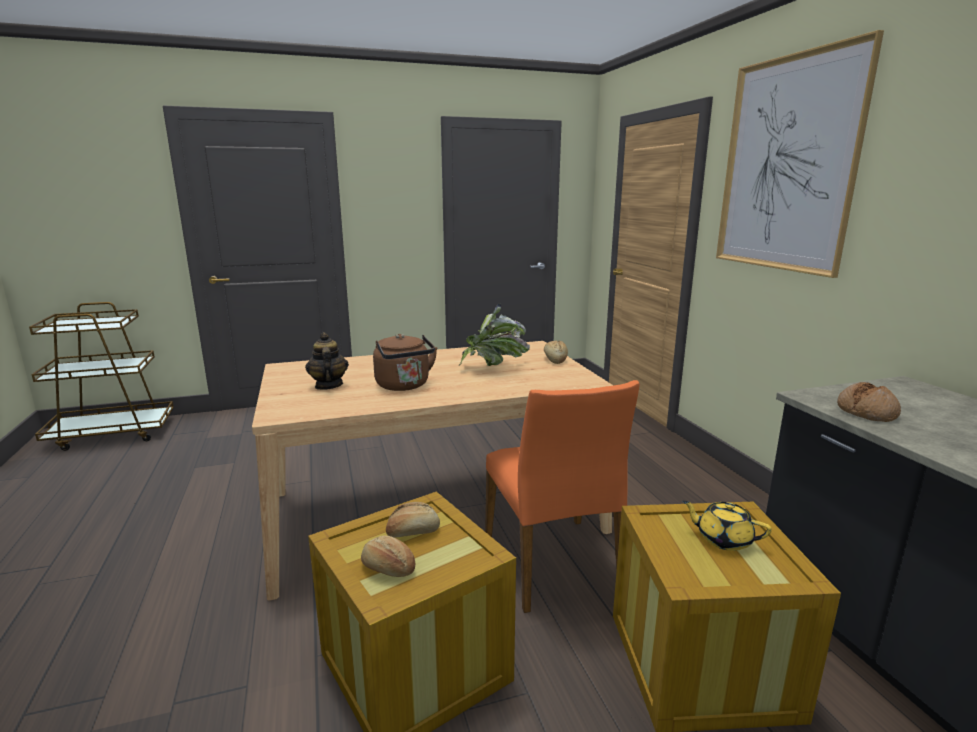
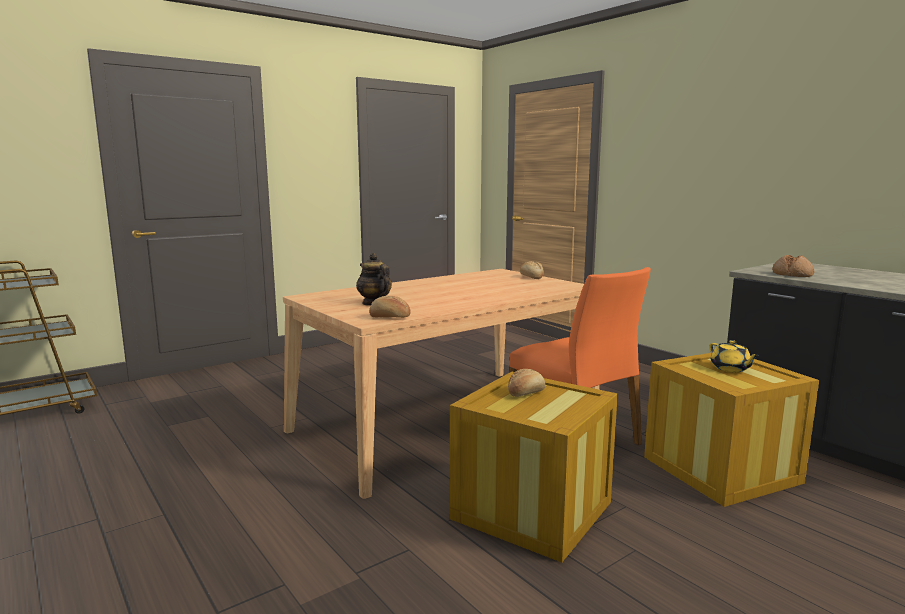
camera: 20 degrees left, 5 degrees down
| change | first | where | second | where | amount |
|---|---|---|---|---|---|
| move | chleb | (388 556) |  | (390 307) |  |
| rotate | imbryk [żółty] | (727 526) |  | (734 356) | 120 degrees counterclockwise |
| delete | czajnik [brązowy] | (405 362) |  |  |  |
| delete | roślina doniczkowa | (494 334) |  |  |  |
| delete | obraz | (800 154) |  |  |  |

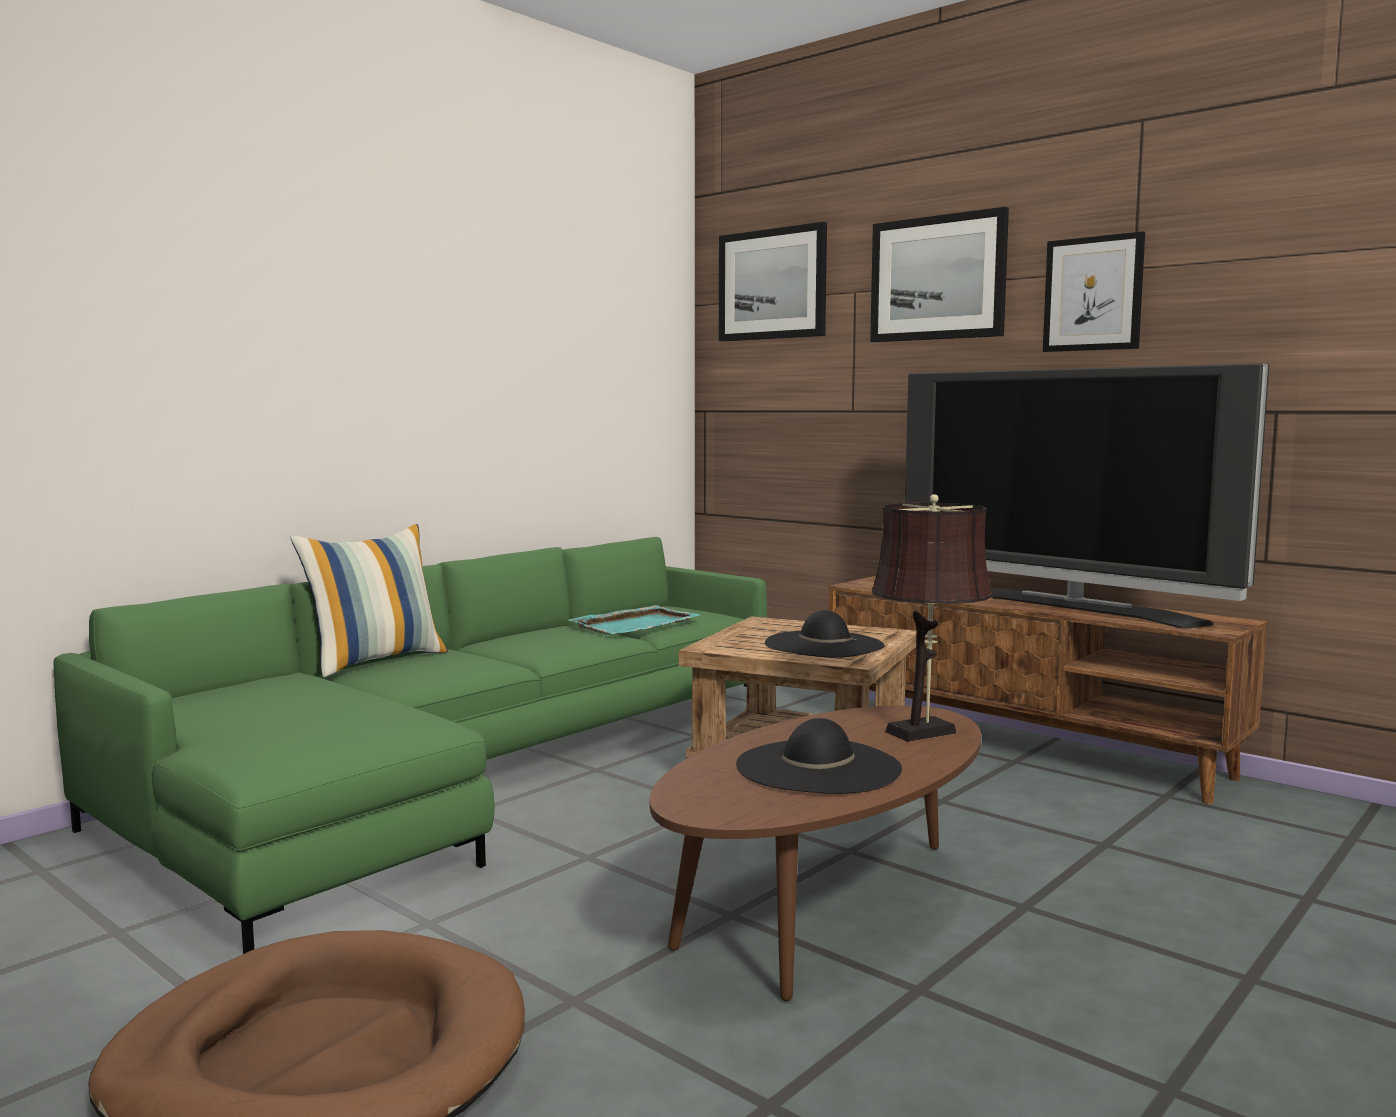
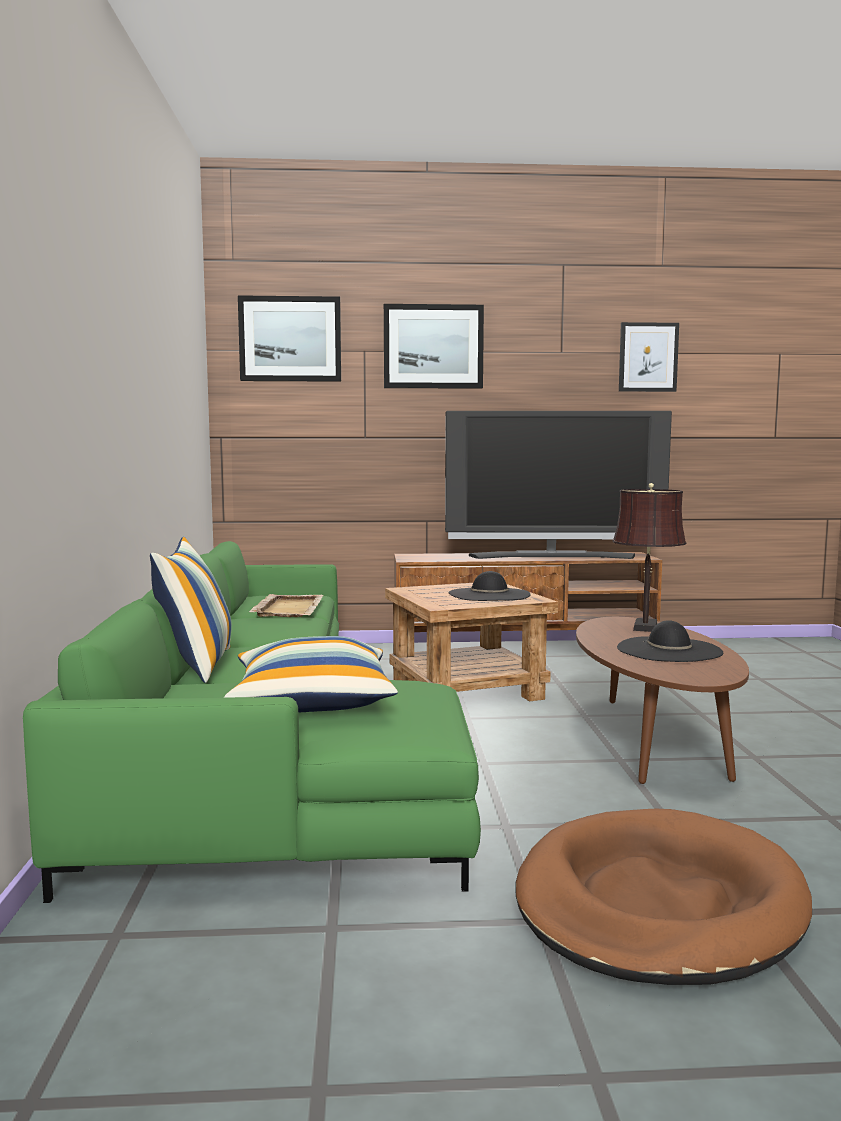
camera: 45 degrees left, 0 degrees up
| change | first | where | second | where | amount |
|---|---|---|---|---|---|
| insert |  |  | poduszka | (311 674) |  |
| recolor | taca [turkusowy] | (634 620) | taca [beżowy] | (286 605) |  |
| move | obraz | (1094 291) |  | (649 357) |  |

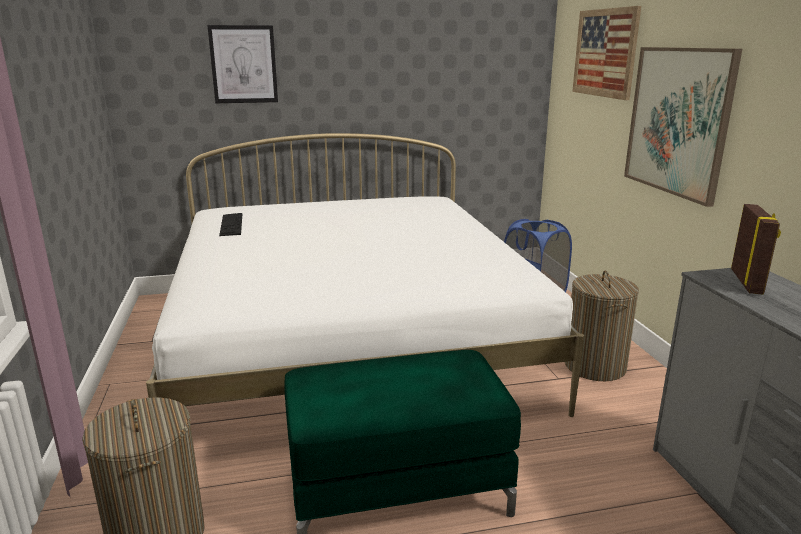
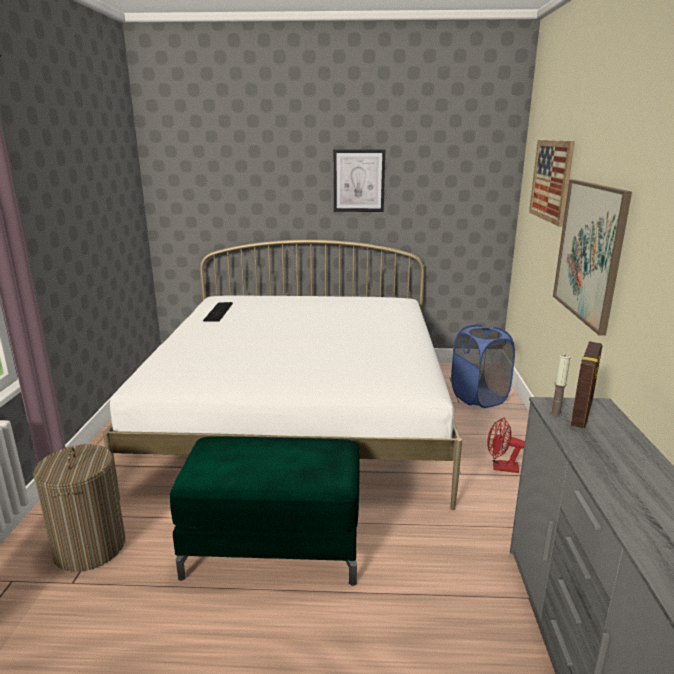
camera: 15 degrees right, 0 degrees up
| change | first | where | second | where | amount |
|---|---|---|---|---|---|
| move | obraz | (242 64) |  | (359 180) |  |
| replace | kosz na pranie | (602 326) | wentylator [czerwony] | (506 445) |  |
| insert |  |  | świeca | (560 385) |  |

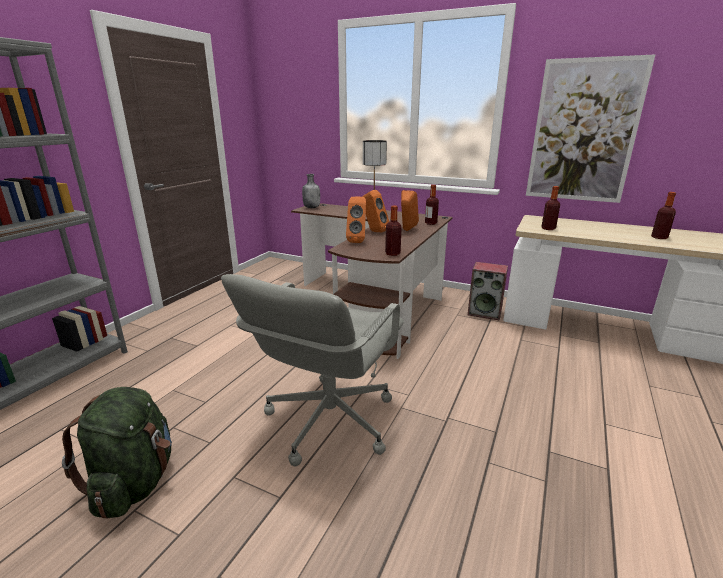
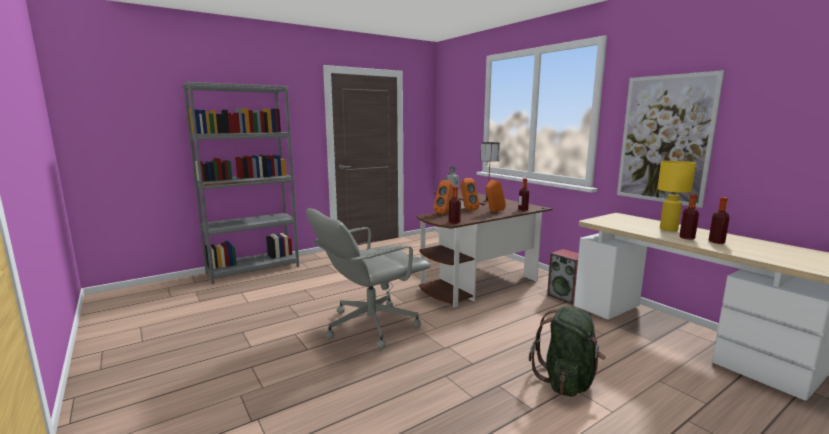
camera: 30 degrees right, 10 degrees down
| change | first | where | second | where | amount |
|---|---|---|---|---|---|
| move | plecak [zielony] | (117 453) |  | (567 352) |  |
| insert |  |  | lampa stołowa [żółty] | (676 196) |  |
| move | butelka | (550 208) |  | (689 217) |  |

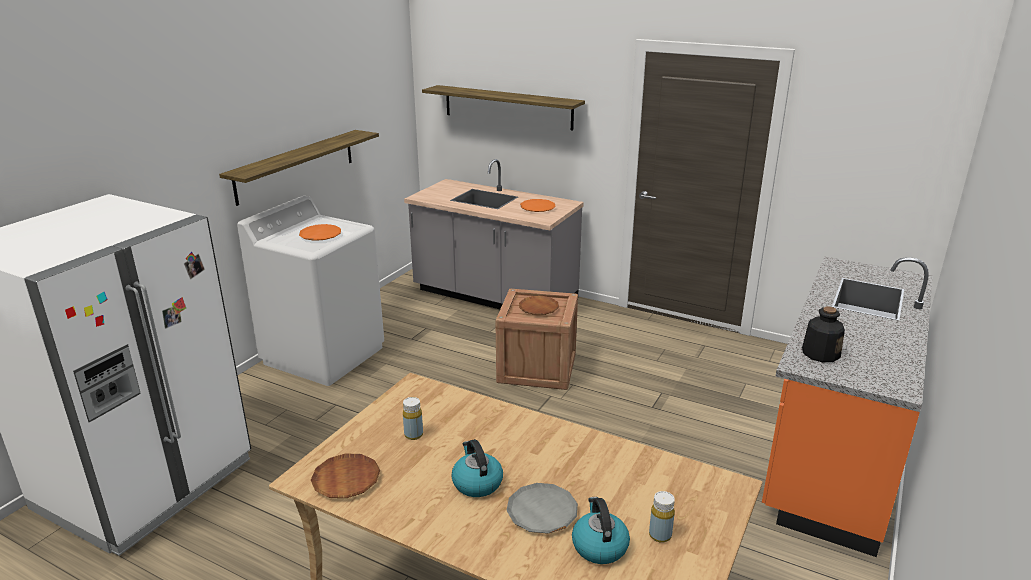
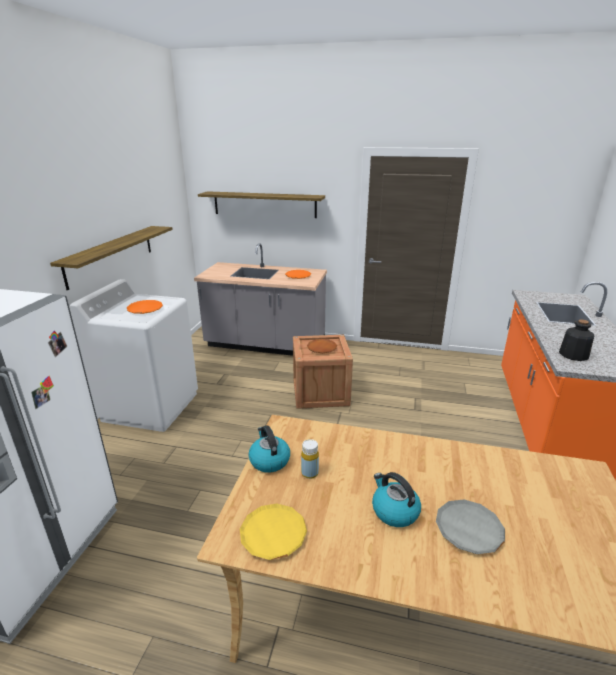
camera: 15 degrees left, 0 degrees up
| change | first | where | second | where | amount |
|---|---|---|---|---|---|
| recolor | talerz [brązowy] | (345 475) | talerz [żółty] | (273 531) |  |
| move | czajnik | (601 530) |  | (269 449) |  |
| delete | butelka [żółty] | (662 517) |  |  |  |

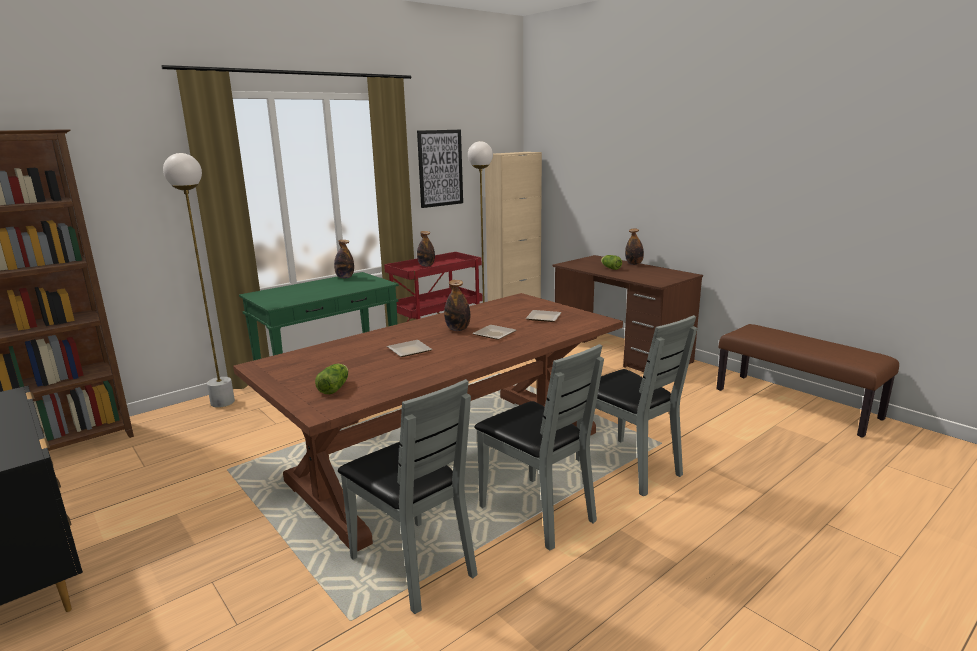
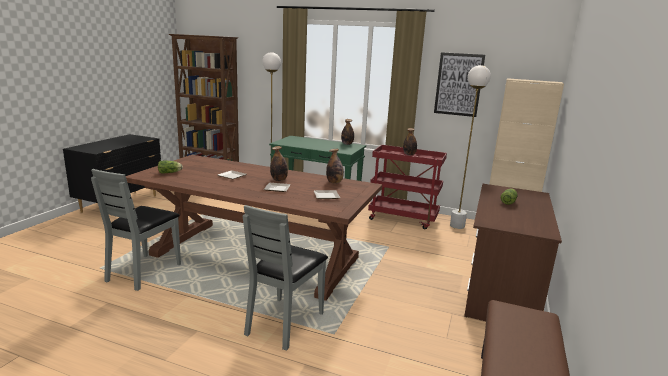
camera: 60 degrees right, 0 degrees up
| change | first | where | second | where | amount |
|---|---|---|---|---|---|
| move | butelka | (634 247) |  | (335 166) |  |
| delete | krzesło [szary] | (539 447) |  |  |  |

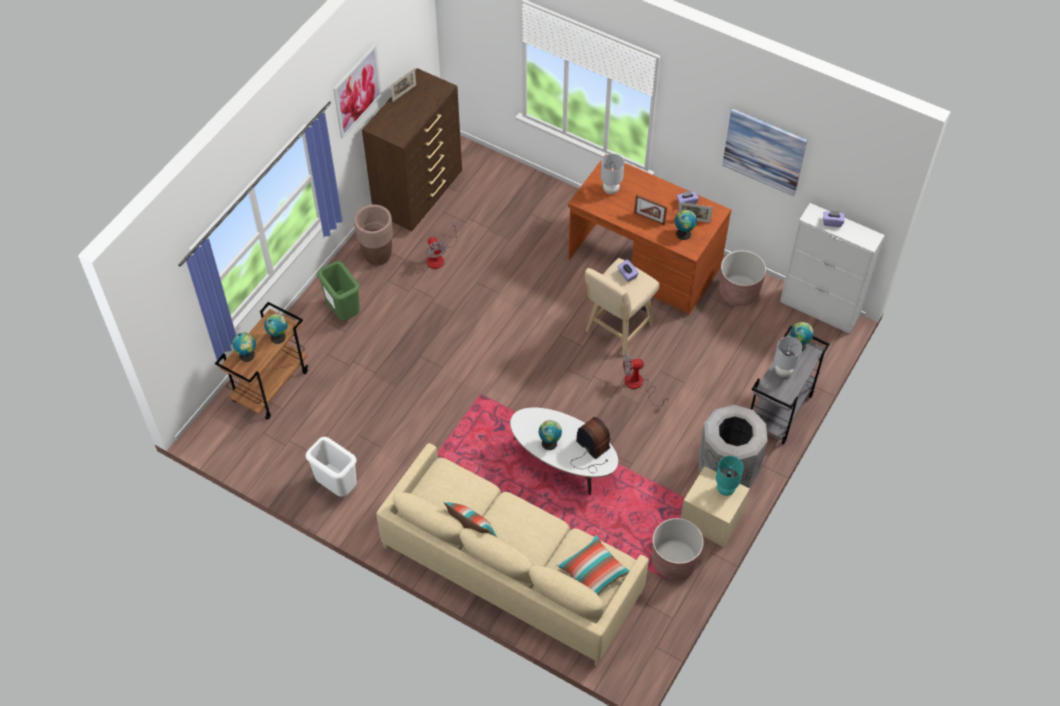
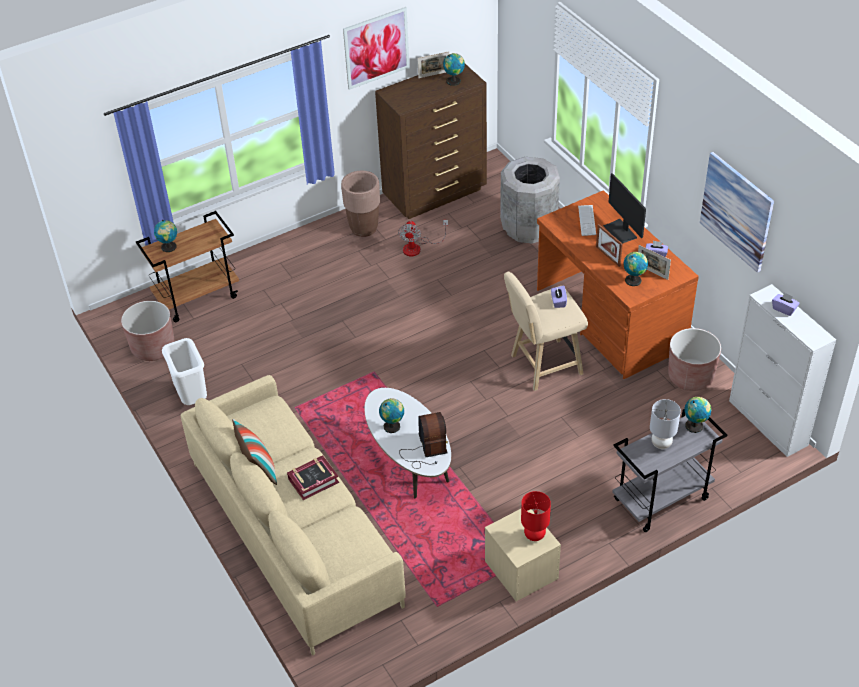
camera: 30 degrees right, 10 degrees down
| change | first | where | second | where | amount |
|---|---|---|---|---|---|
| move | donica [brązowy] | (678 549) |  | (148 331) |  |
| insert |  |  | książka | (313 477) |  |
| move | globus | (275 329) |  | (454 69) |  |
| move | kosz na śmieci [szary] | (733 446) |  | (530 200) |  |
| recolor | lampa stołowa [turkusowy] | (730 476) | lampa stołowa [czerwony] | (536 516) |  |
| replace | lampa stołowa [szary] | (612 174) | klawiatura | (587 220) |  |
| insert |  |  | monitor | (624 208) |  |
| delete | kosz na śmieci [zielony] | (338 291) |  |  |  |
| delete | poduszka | (593 565) |  |  |  |
| delete | wentylator | (645 380) |  |  |  |

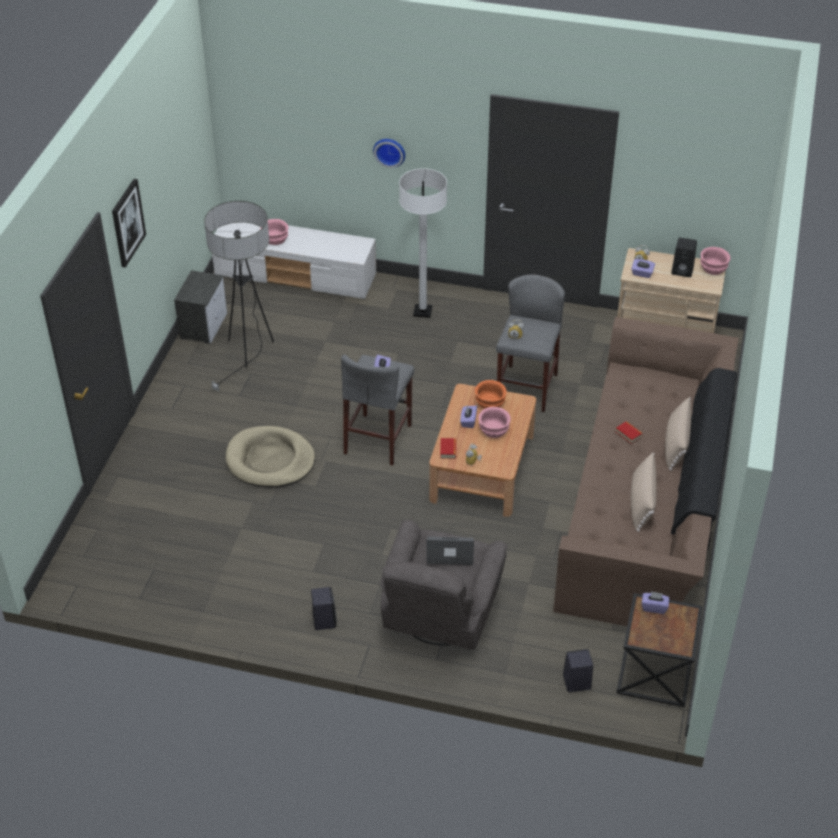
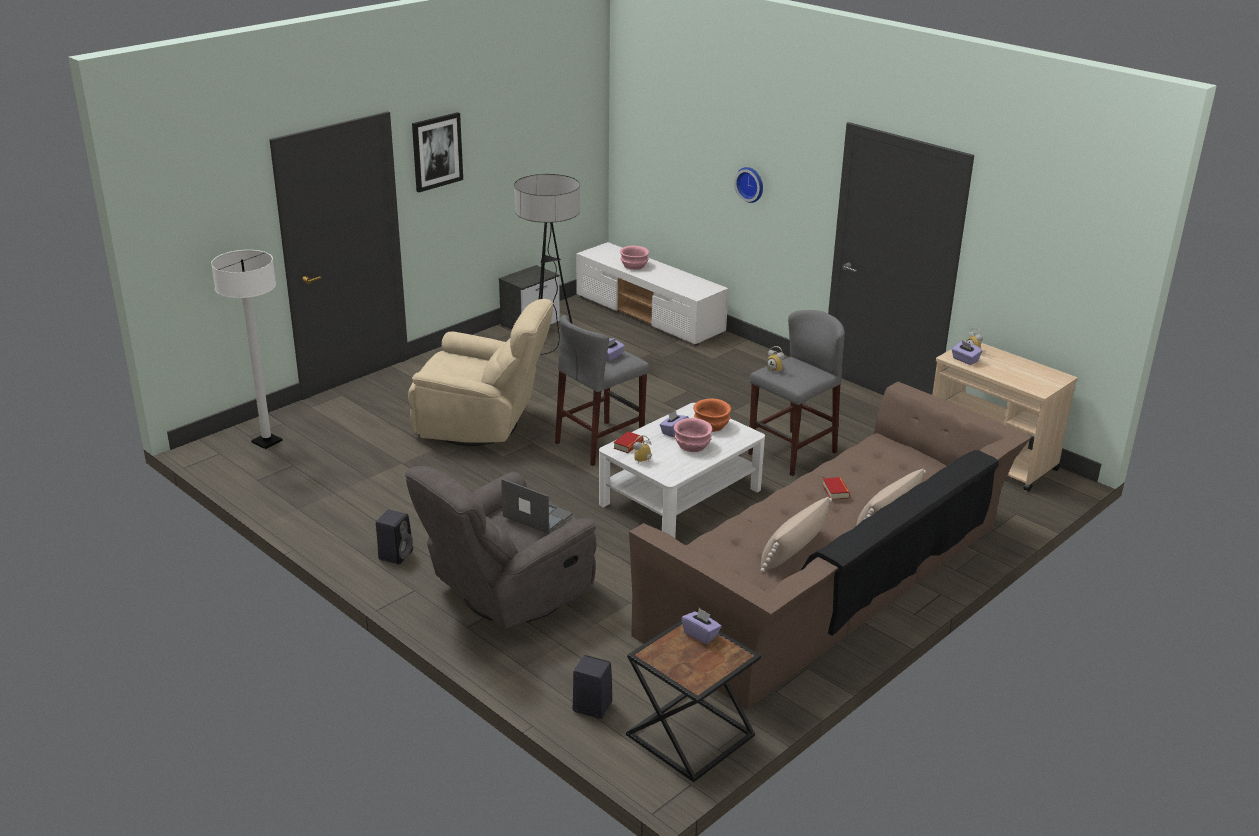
camera: 30 degrees right, 15 degrees down
| change | first | where | second | where | amount |
|---|---|---|---|---|---|
| move | lampa stojąca [biały] | (423 243) |  | (247 349) |  |
| replace | legowisko [beżowy] | (270 457) | fotel [beżowy] | (481 372) |  |
| recolor | ława [brązowy] | (482 450) | ława [biały] | (682 470) |  |
| delete | głośnik [czarny] | (684 257) |  |  |  |
| delete | miska [różowy] | (715 261) |  |  |  |

